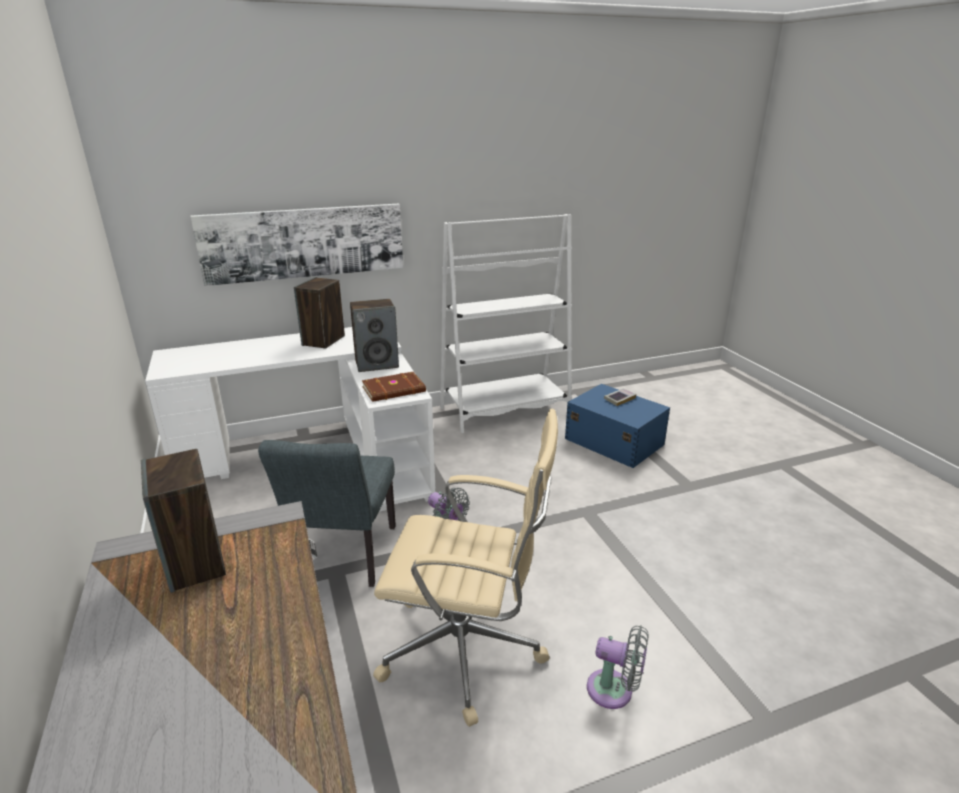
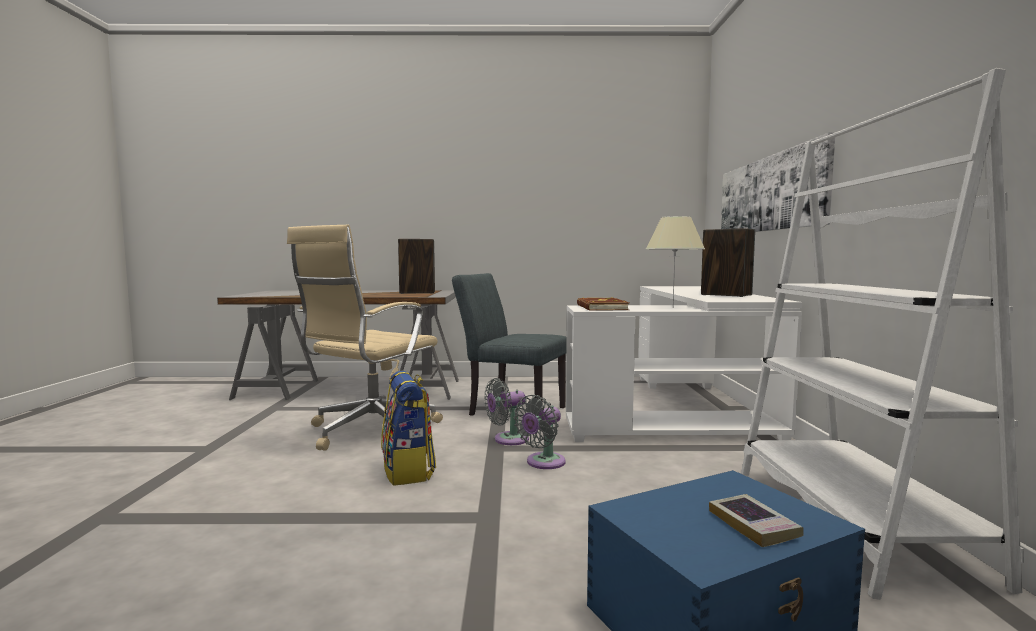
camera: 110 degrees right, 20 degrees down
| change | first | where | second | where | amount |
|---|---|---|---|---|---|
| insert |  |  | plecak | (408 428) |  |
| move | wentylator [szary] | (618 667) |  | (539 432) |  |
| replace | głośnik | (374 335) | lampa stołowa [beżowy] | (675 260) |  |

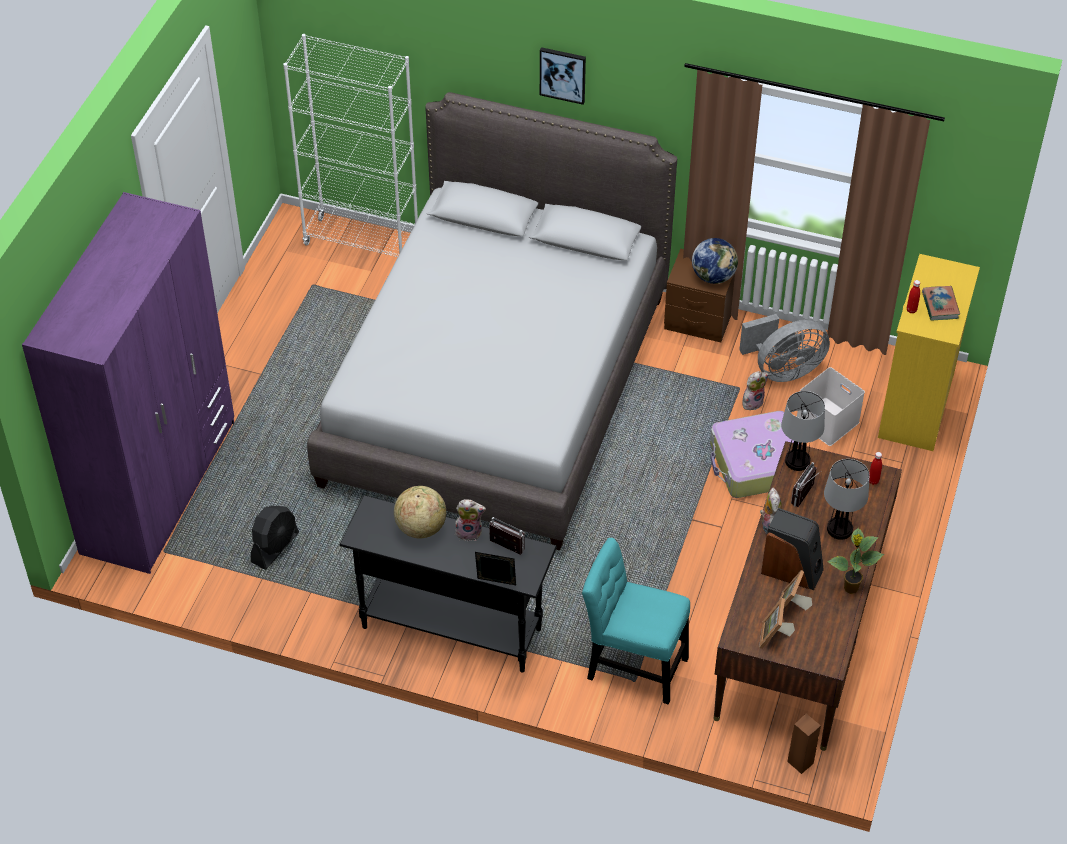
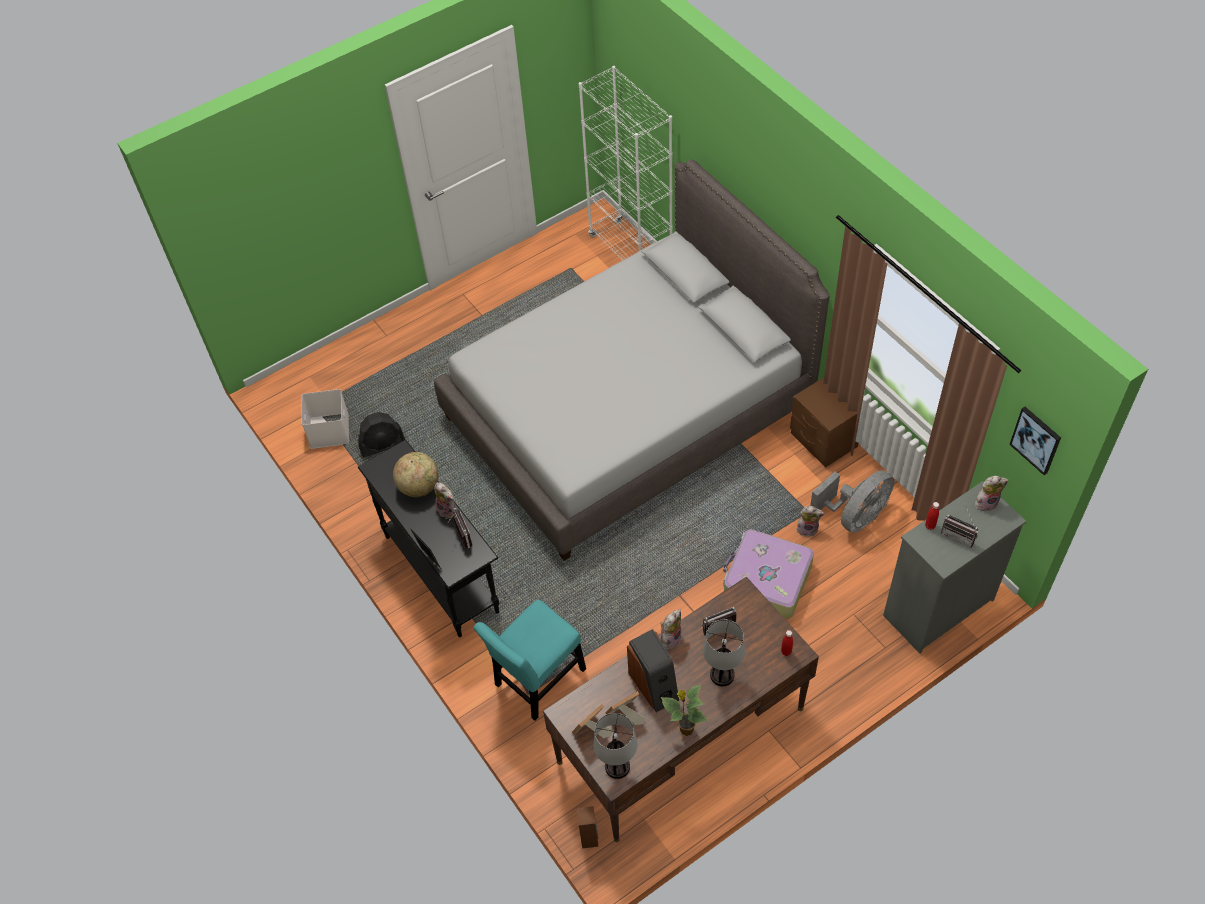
camera: 40 degrees right, 5 degrees up
| change | first | where | second | where | amount |
|---|---|---|---|---|---|
| move | pojemnik do przechowywania [biały] | (831 406) |  | (325 419) |  |
| rotate | krzesło [turkusowy] | (636 621) |  | (529 660) | 105 degrees counterclockwise |
| move | lampa stołowa | (803 431) |  | (615 746) |  |
| rotate | wentylator [szary] | (784 348) |  | (852 501) | 60 degrees counterclockwise |
| recolor | komoda [żółty] | (929 352) | komoda [szary] | (954 567) |  |
| replace | książka | (941 303) | radio | (959 527) |  |
| insert |  |  | pluszak | (992 493) |  |
| move | obraz | (563 76) |  | (1035 441) |  |
| delete | szafa [fioletowy] | (128 383) |  |  |  |
| delete | globus | (715 261) |  |  |  |

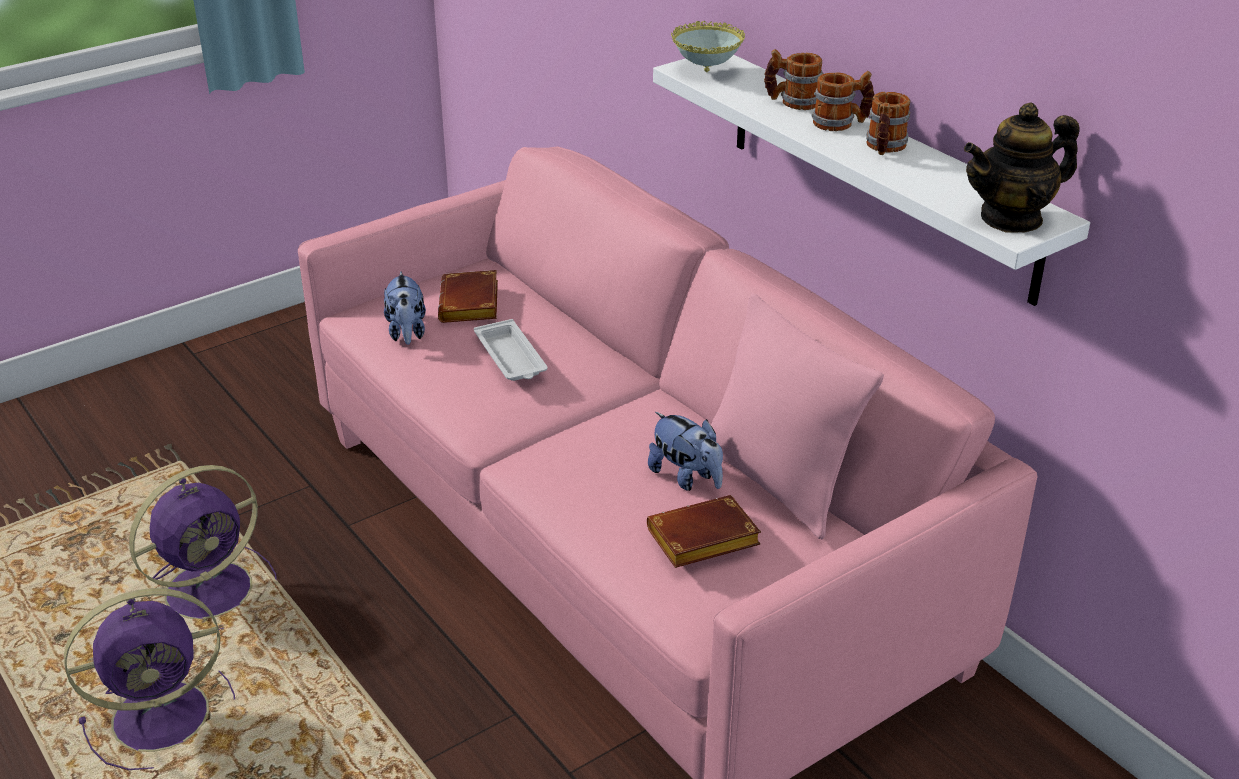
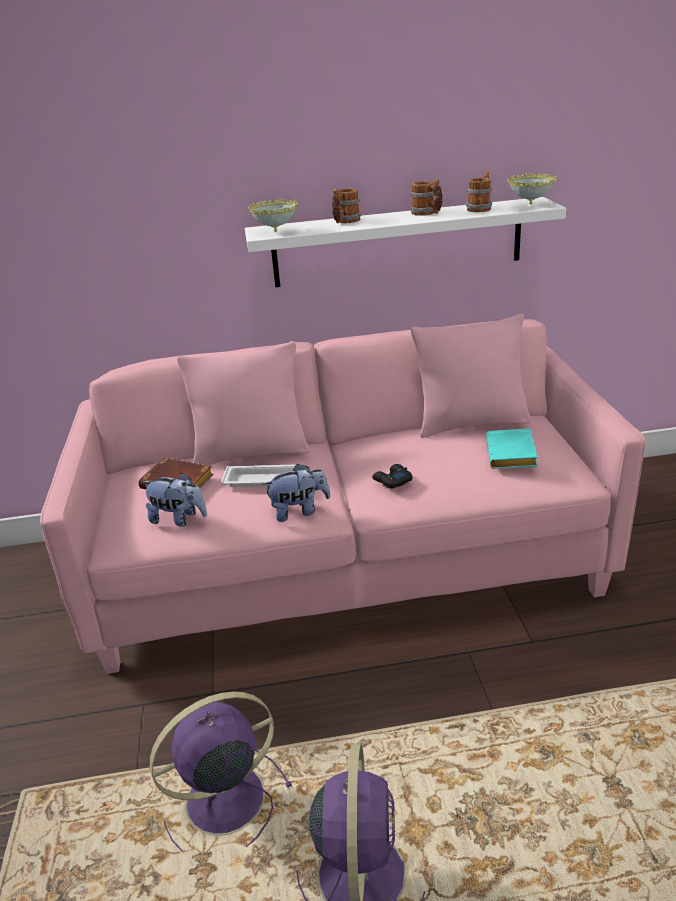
camera: 60 degrees left, 5 degrees down
| change | first | where | second | where | amount |
|---|---|---|---|---|---|
| rotate | wentylator [fioletowy] | (203 547) |  | (221 771) | 105 degrees counterclockwise |
| insert |  |  | poduszka [różowy] | (243 403) |  |
| move | pluszak | (685 451) |  | (296 492) |  |
| insert |  |  | pad do gier [czarny] | (392 476) |  |
| move | kubek | (842 101) |  | (479 191) |  |
| recolor | książka [brązowy] | (704 531) | książka [turkusowy] | (512 448) |  |
| replace | imbryk | (1022 168) | miska | (532 189) |  |

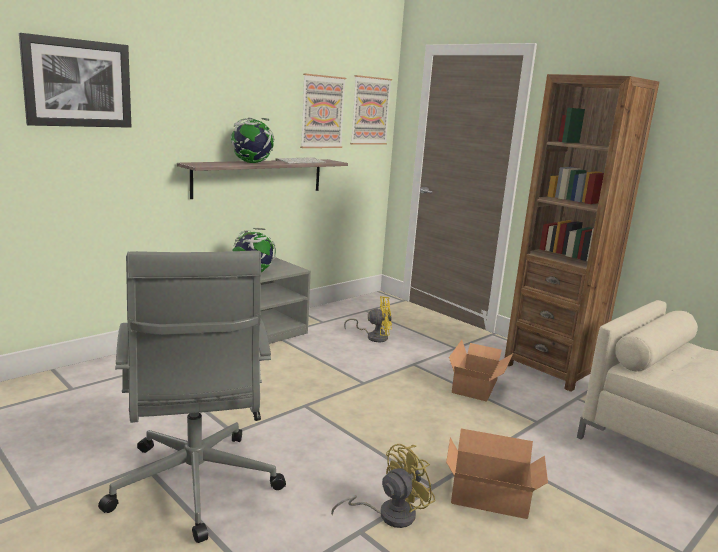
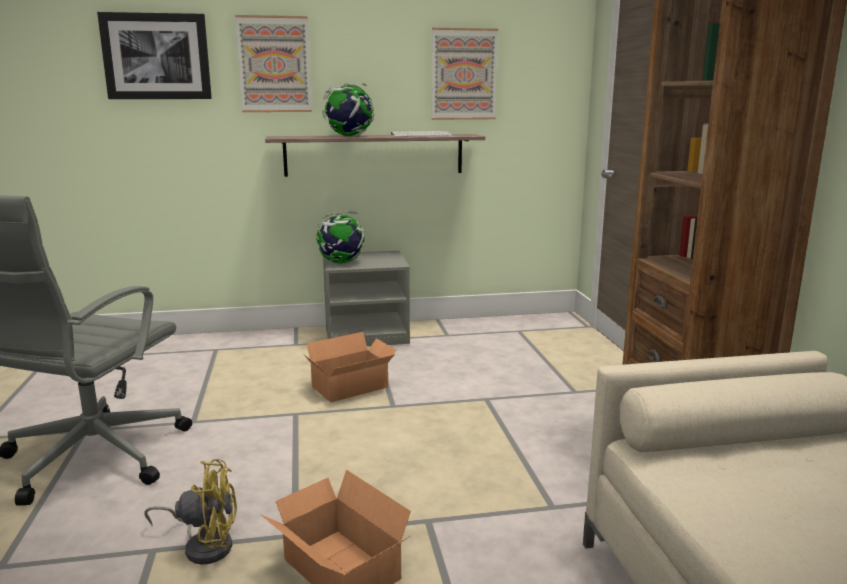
camera: 35 degrees right, 0 degrees up
| change | first | where | second | where | amount |
|---|---|---|---|---|---|
| move | obraz | (371 110) |  | (273 63) |  |
| move | karton | (481 371) |  | (349 367) |  |
| delete | wentylator [żółty] | (368 319) |  |  |  |

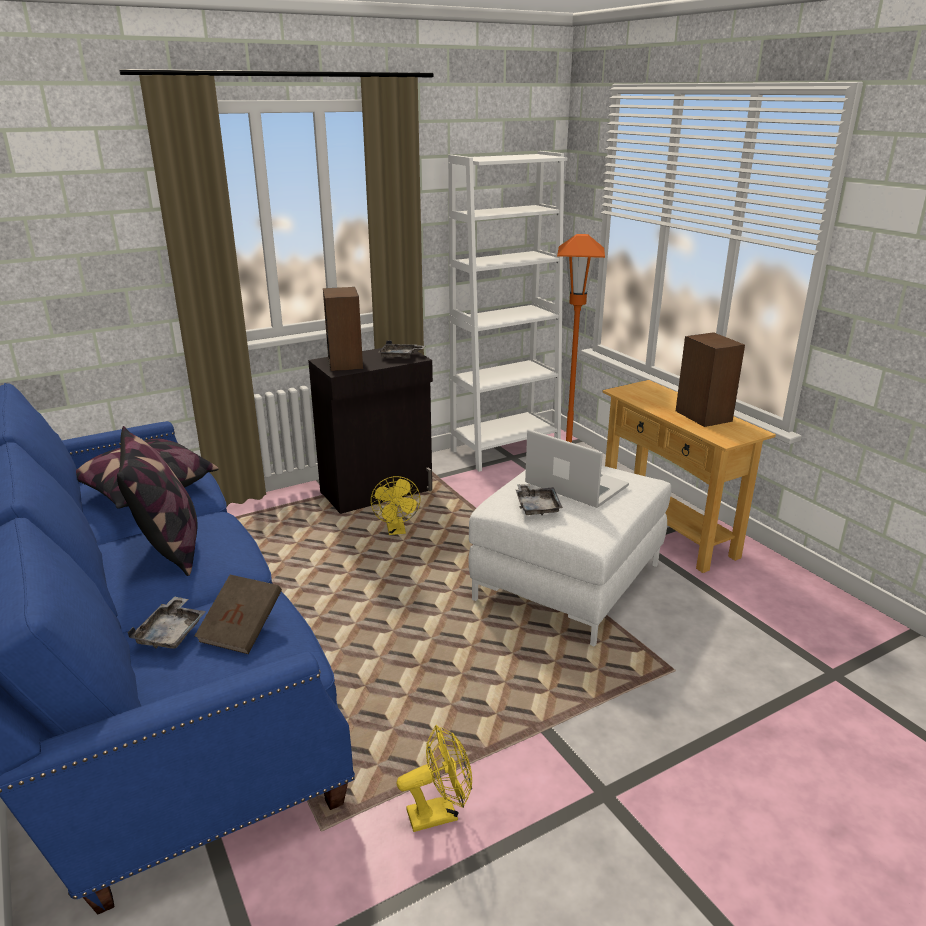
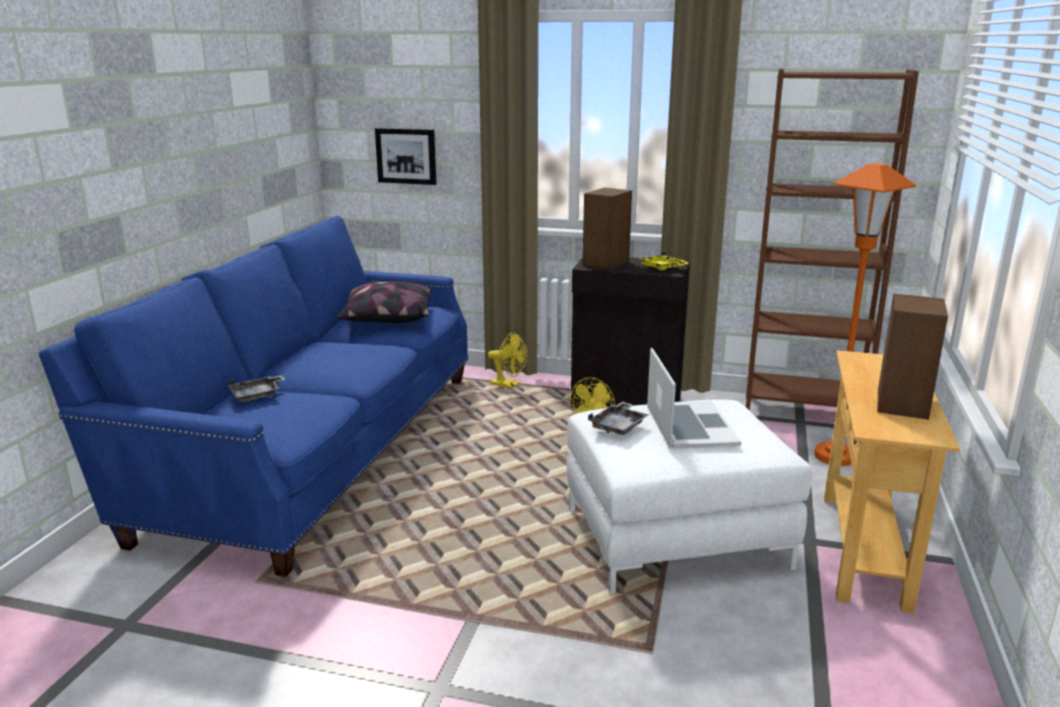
camera: 45 degrees right, 5 degrees down
| change | first | where | second | where | amount |
|---|---|---|---|---|---|
| insert |  |  | obraz | (405 156) |  |
| move | wentylator [żółty] | (434 778) |  | (507 361) |  |
| recolor | taca [szary] | (401 349) | taca [żółty] | (663 261) |  |
| recolor | regał [biały] | (507 311) | regał [brązowy] | (832 239) |  |
| delete | poduszka | (157 501) |  |  |  |
| delete | książka [brązowy] | (238 614) |  |  |  |

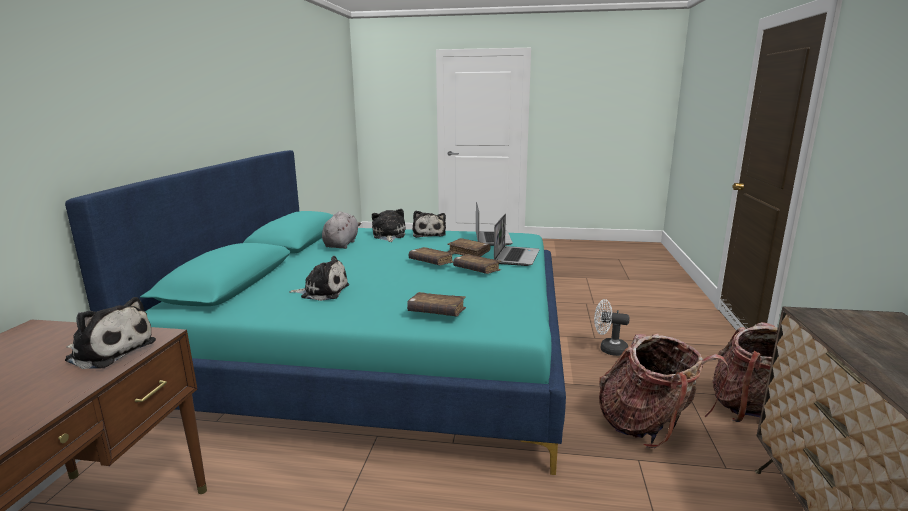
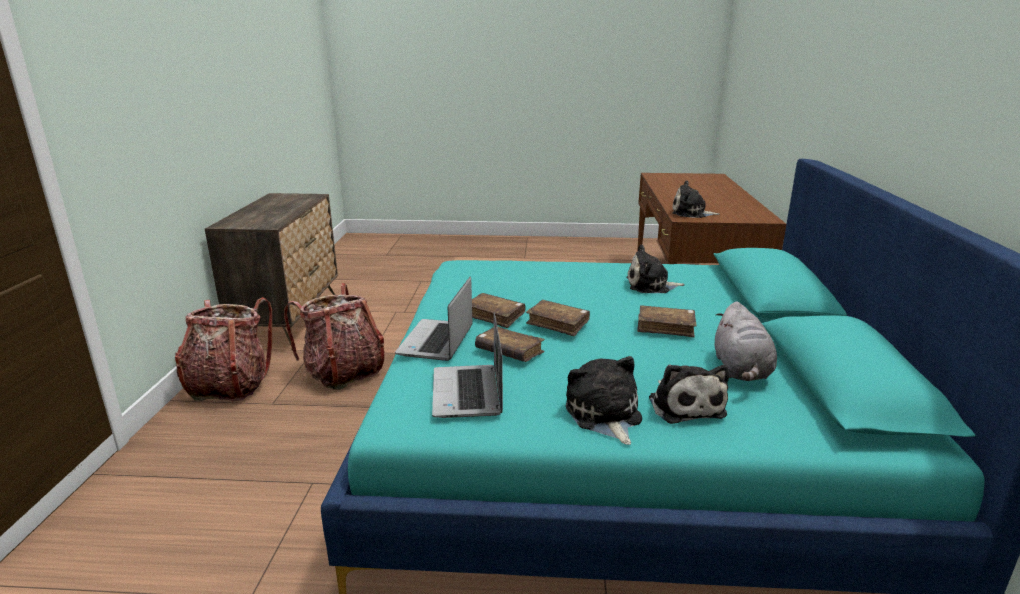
camera: 175 degrees right, 5 degrees up
| change | first | where | second | where | amount |
|---|---|---|---|---|---|
| move | książka [brązowy] | (436 304) |  | (666 321) |  |
| delete | wentylator [biały] | (612 327) |  |  |  |

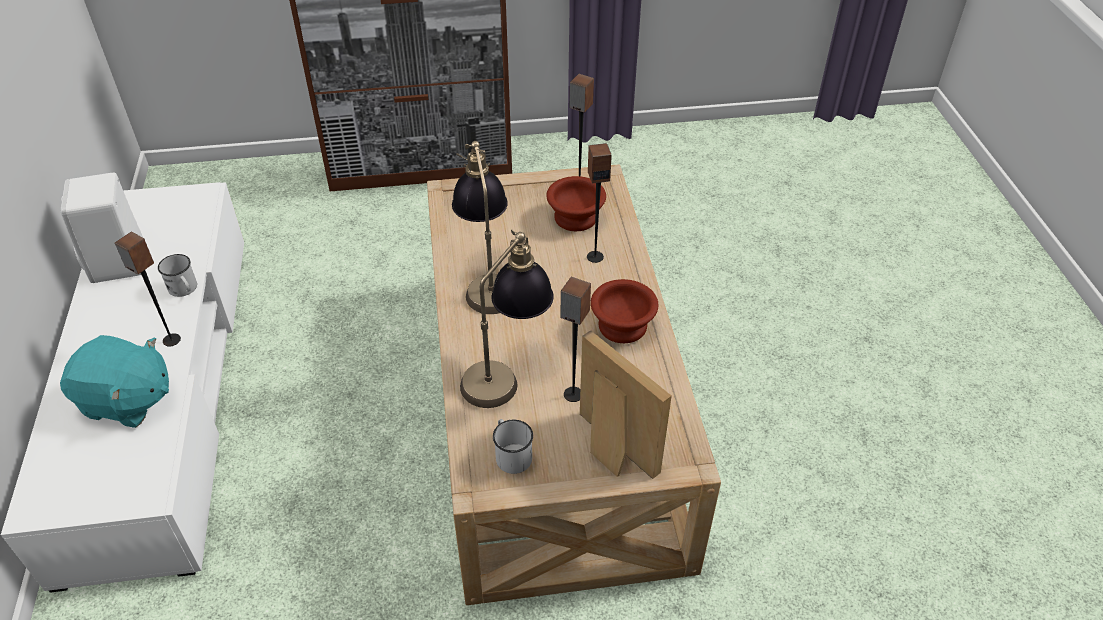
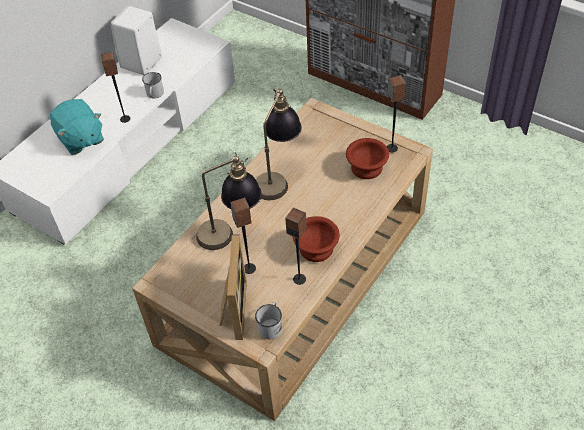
camera: 45 degrees right, 5 degrees up
| change | first | where | second | where | amount |
|---|---|---|---|---|---|
| move | kubek [biały] | (513 446) |  | (268 320) |  |
| move | głośnik | (599 203) |  | (296 246) |  |

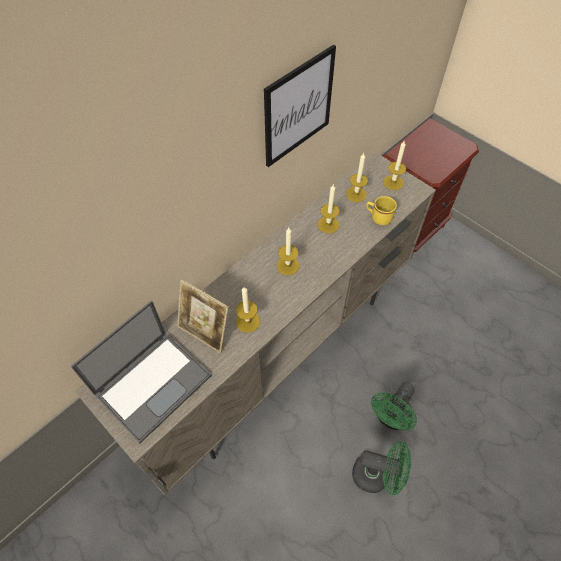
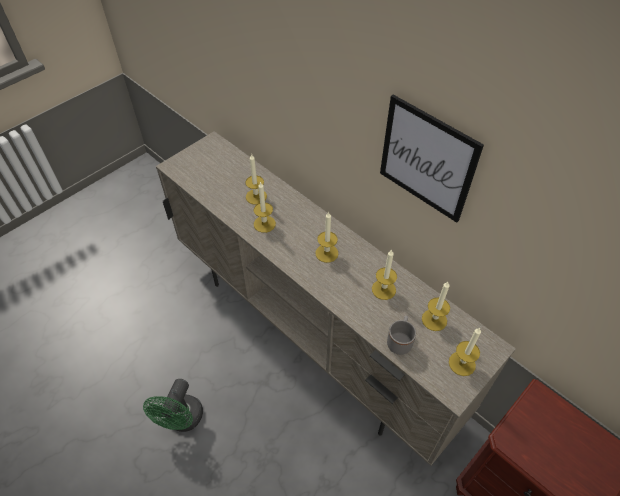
camera: 90 degrees right, 5 degrees down
| change | first | where | second | where | amount |
|---|---|---|---|---|---|
| replace | ramka na zdjęcie | (203 316) | świeca | (256 179) |  |
| recolor | kubek [żółty] | (381 210) | kubek [szary] | (401 335) |  |
| delete | laptop | (141 371) |  |  |  |
| delete | wentylator [zielony] | (394 406) |  |  |  |

